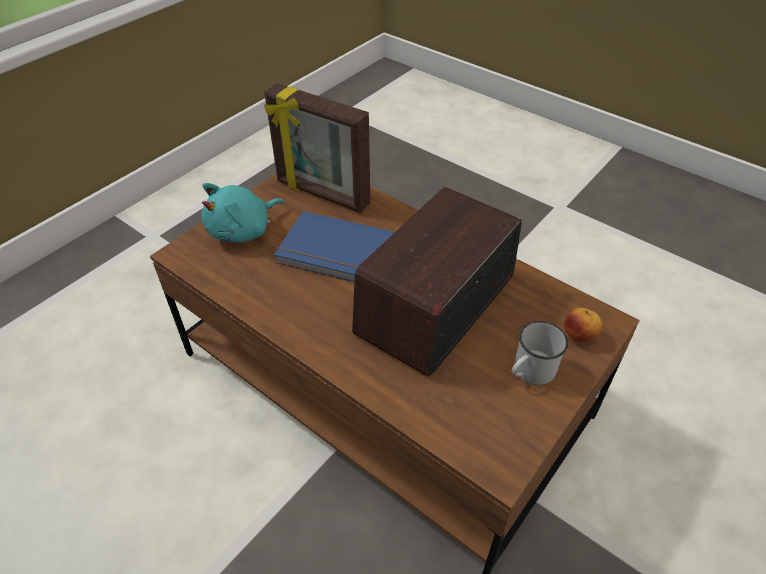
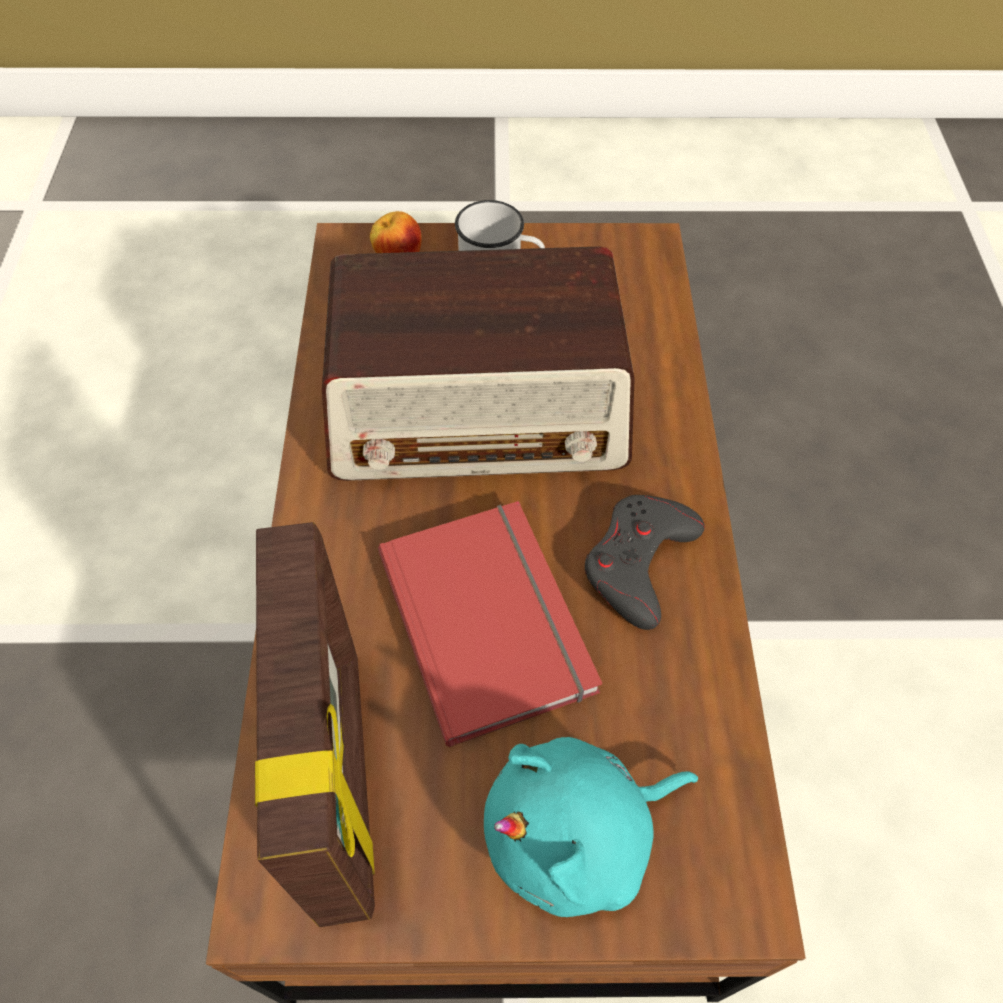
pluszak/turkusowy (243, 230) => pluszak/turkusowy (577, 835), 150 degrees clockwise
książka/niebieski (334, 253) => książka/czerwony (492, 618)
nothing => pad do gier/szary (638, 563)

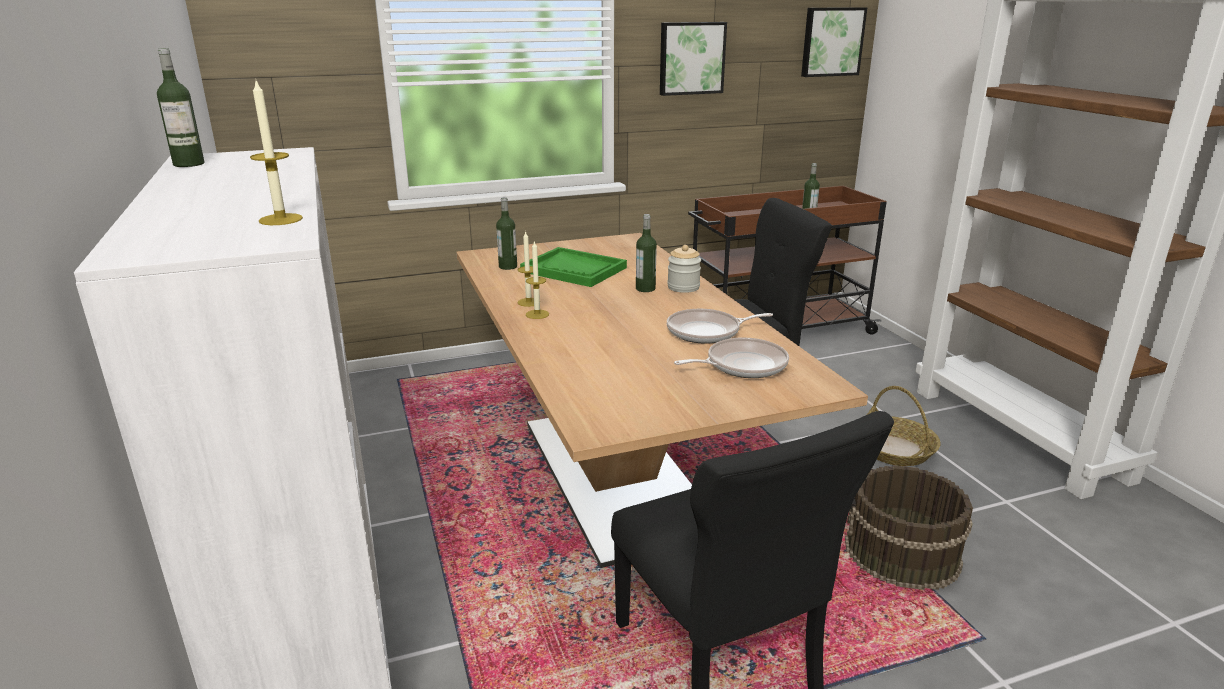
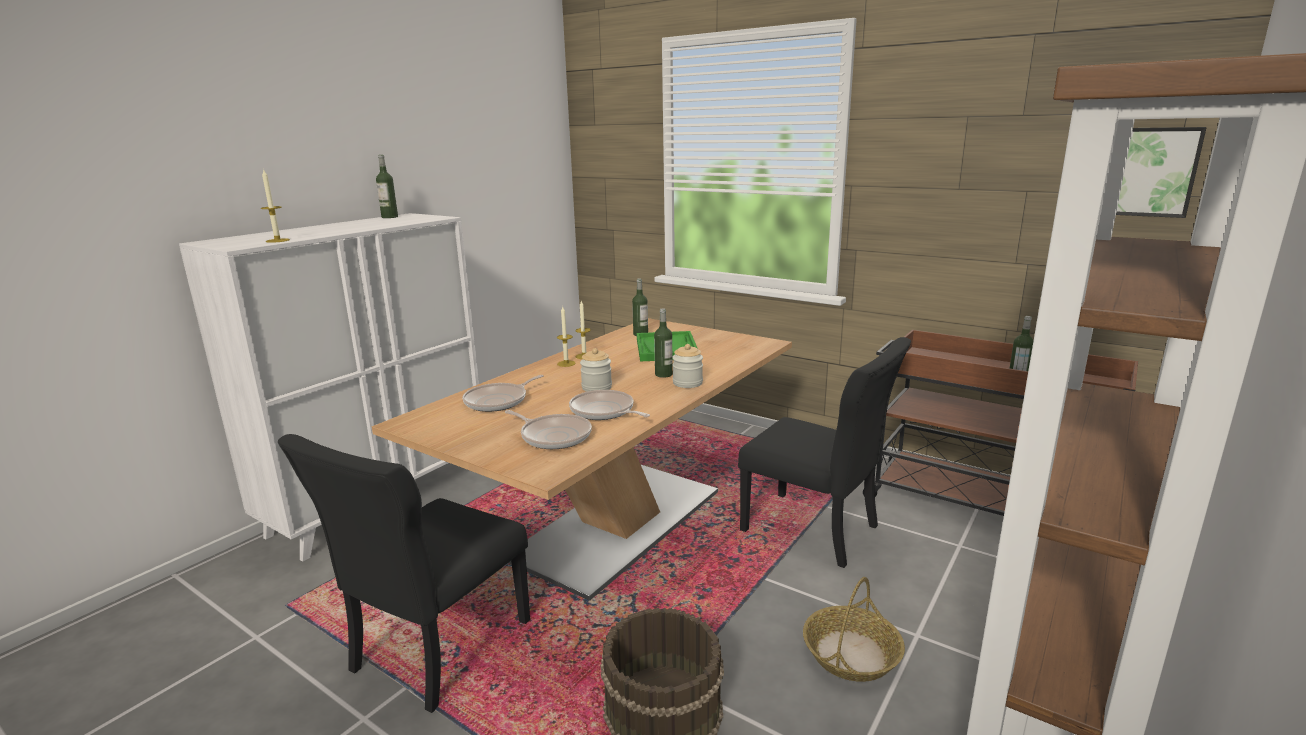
obraz (691, 58) => nothing
nothing => patelnia (499, 401)
nothing => słoik (596, 387)

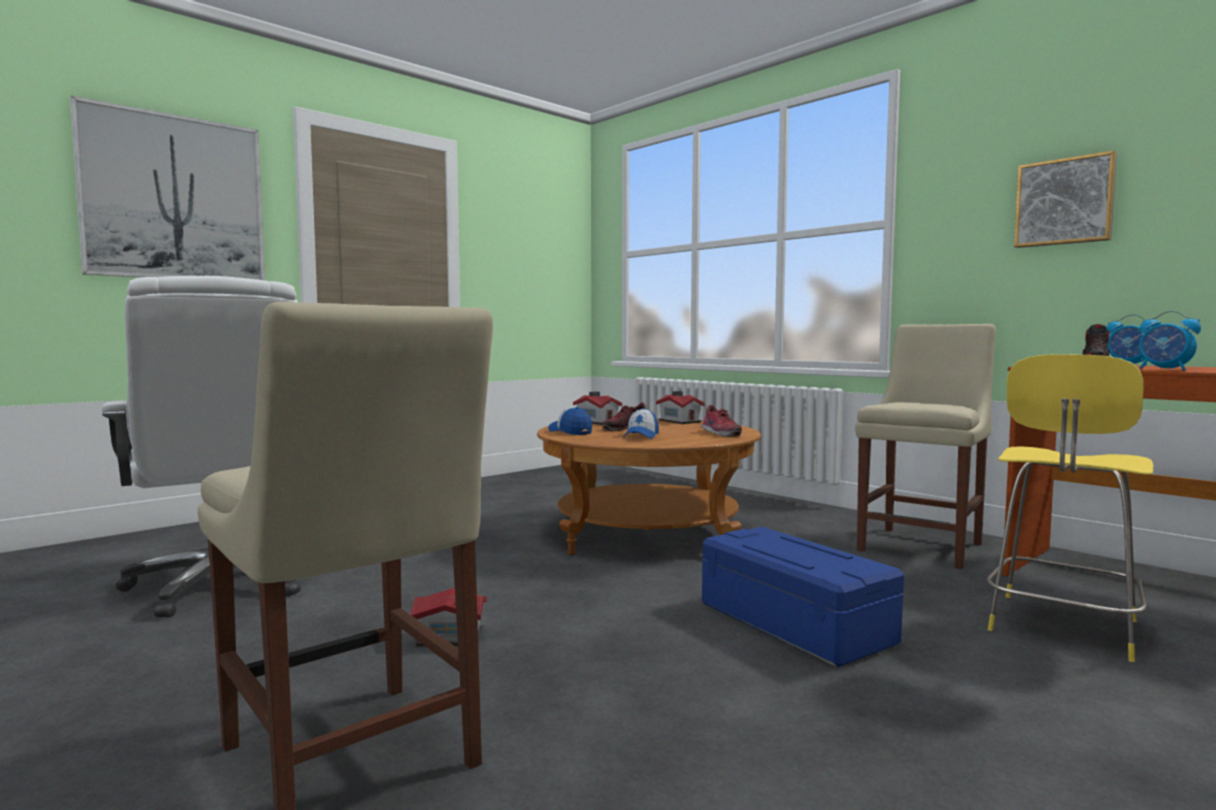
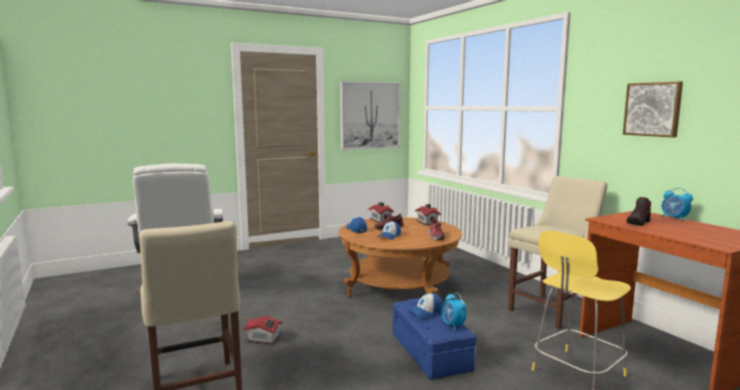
obraz (174, 198) => obraz (370, 115), move
budzik (1165, 369) => budzik (453, 325), move
nothing => czapka z daszkiem (426, 312)

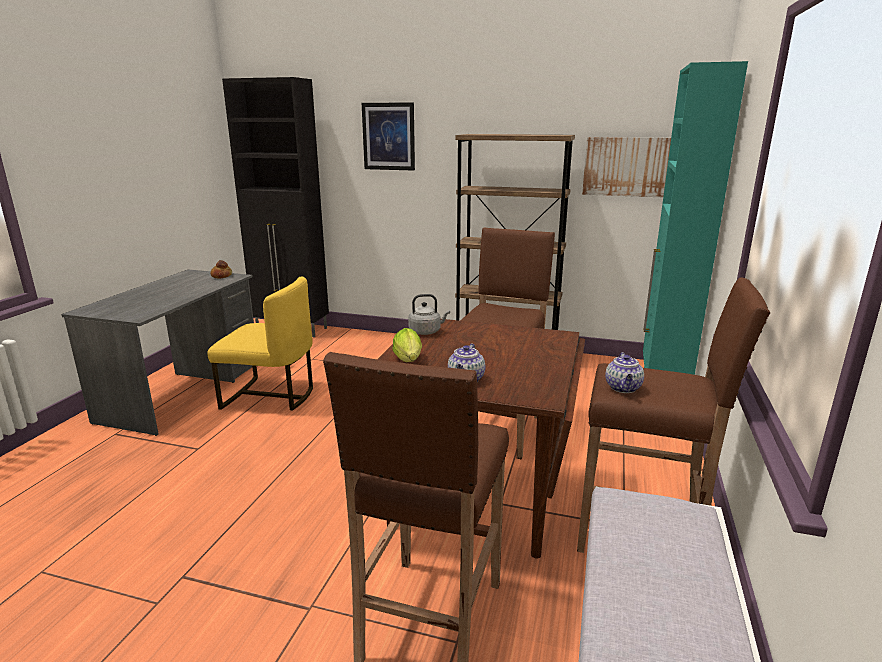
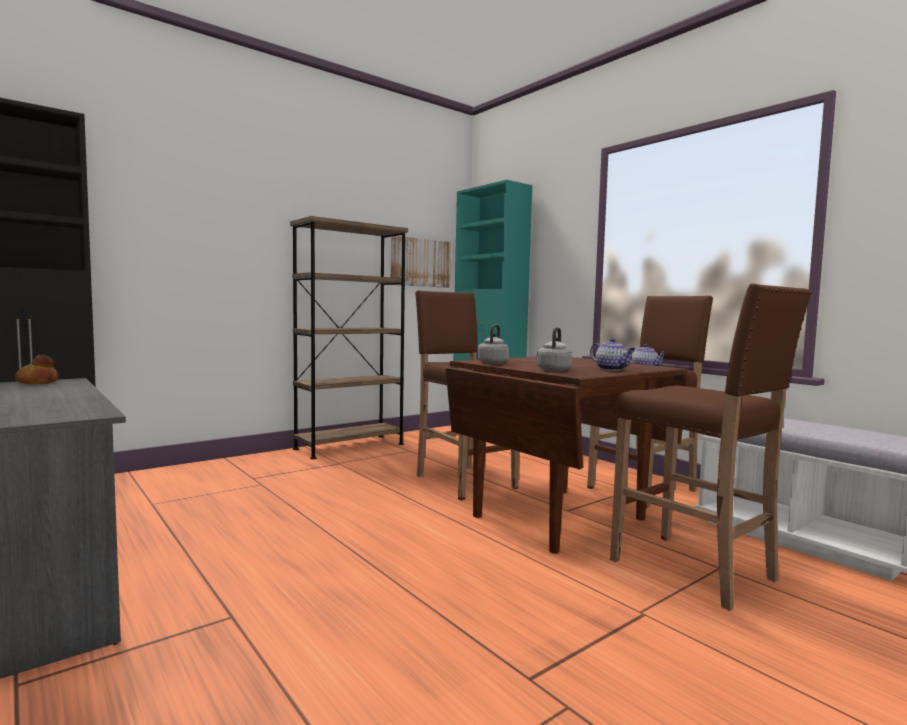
krzesło/żółty (270, 396) => nothing
obraz (388, 136) => nothing
sałata (409, 361) => czajnik/szary (554, 370)

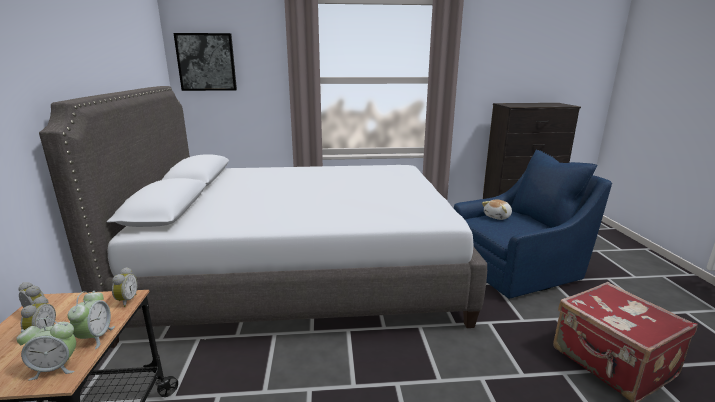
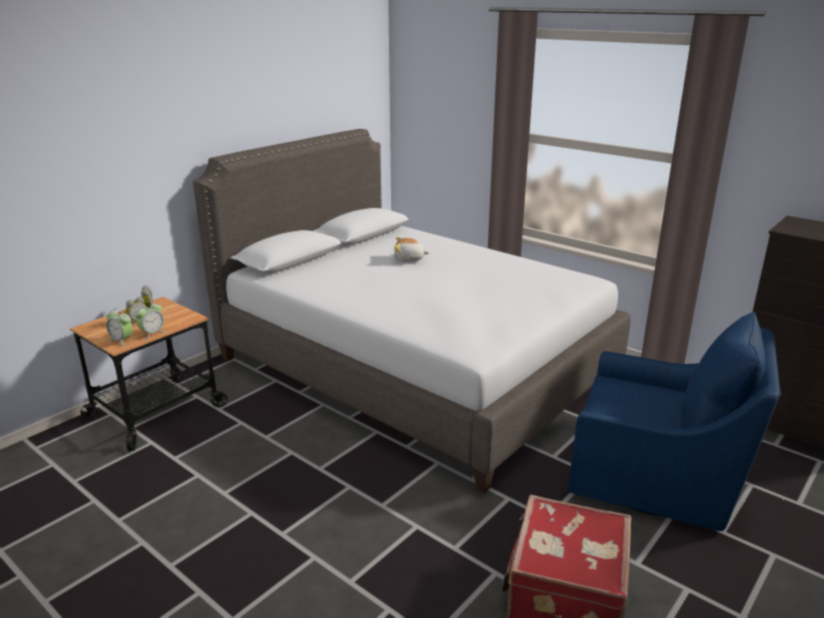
budzik (126, 301) => nothing
obraz (206, 62) => nothing
pluszak (498, 217) => pluszak (409, 259), move

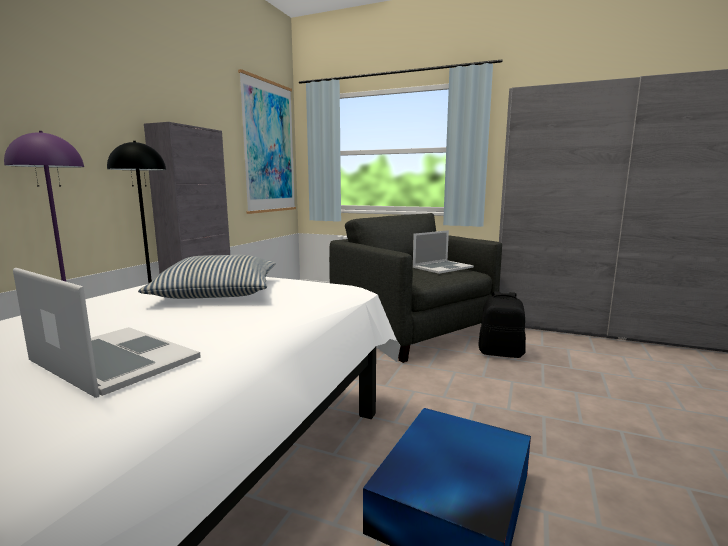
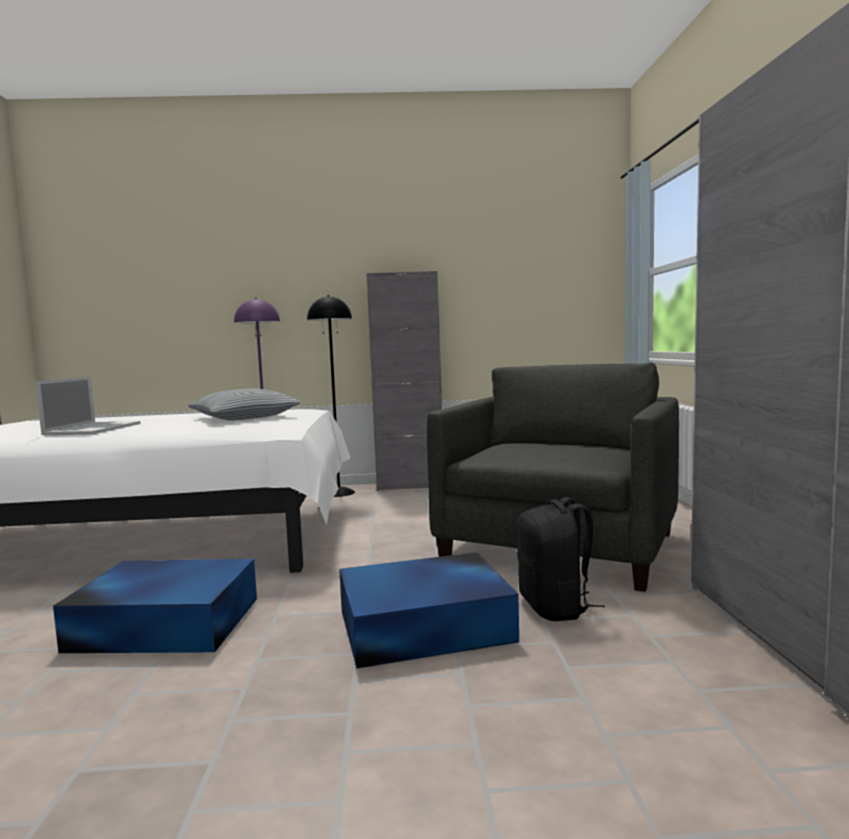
obraz (269, 147) => nothing
laptop (442, 267) => nothing
nothing => pojemnik do przechowywania/niebieski (427, 626)

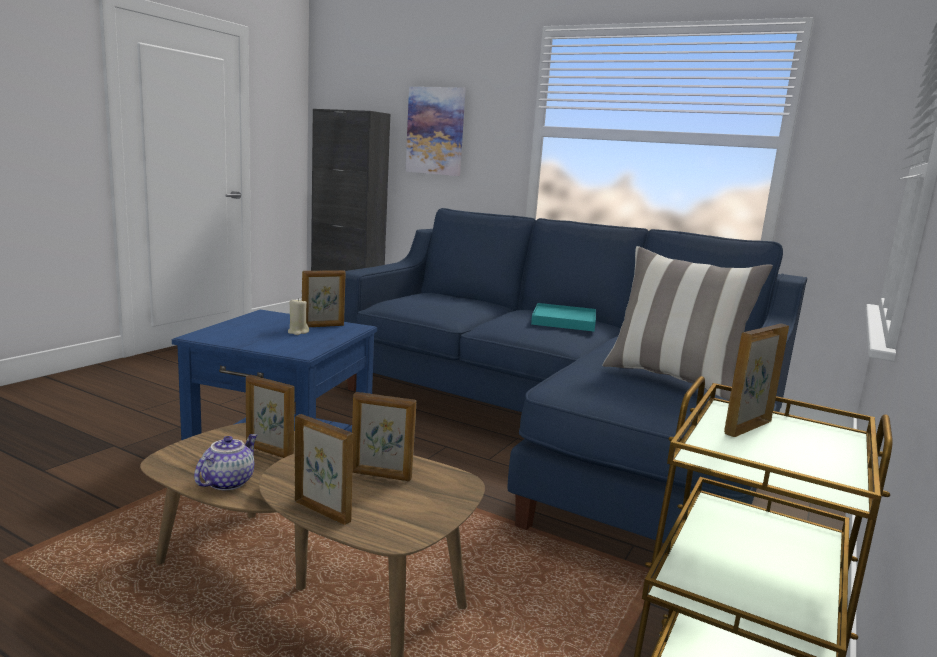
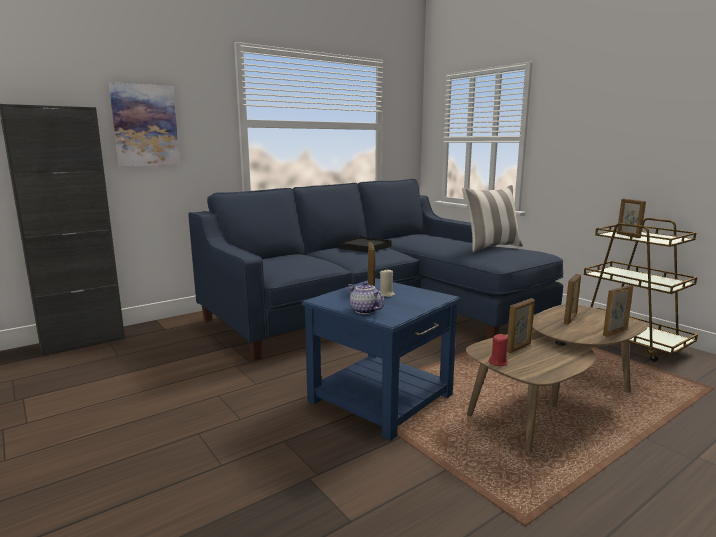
imbryk (227, 482) => imbryk (364, 311), move
taca/turkusowy (564, 321) => taca/czarny (365, 247)
nothing => świeca/czerwony (498, 362)

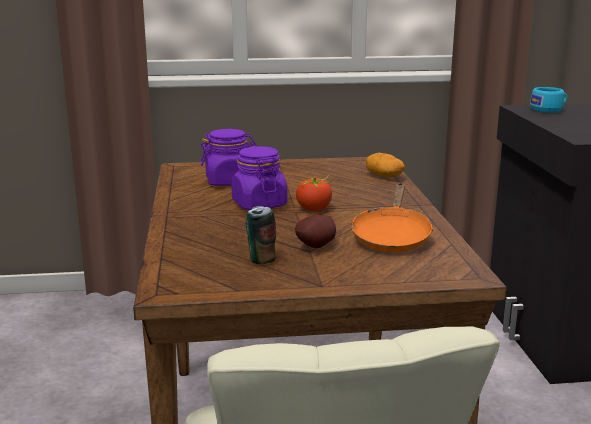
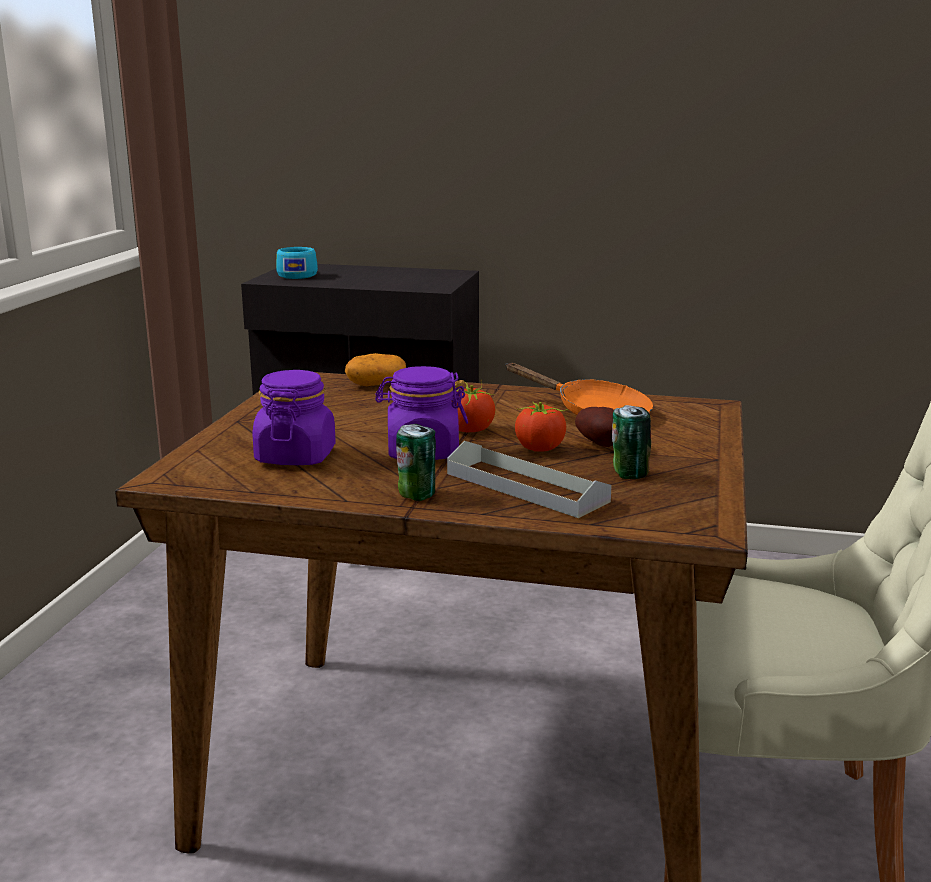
nothing => puszka (416, 495)
nothing => taca/szary (526, 487)
nothing => pomidor (540, 449)

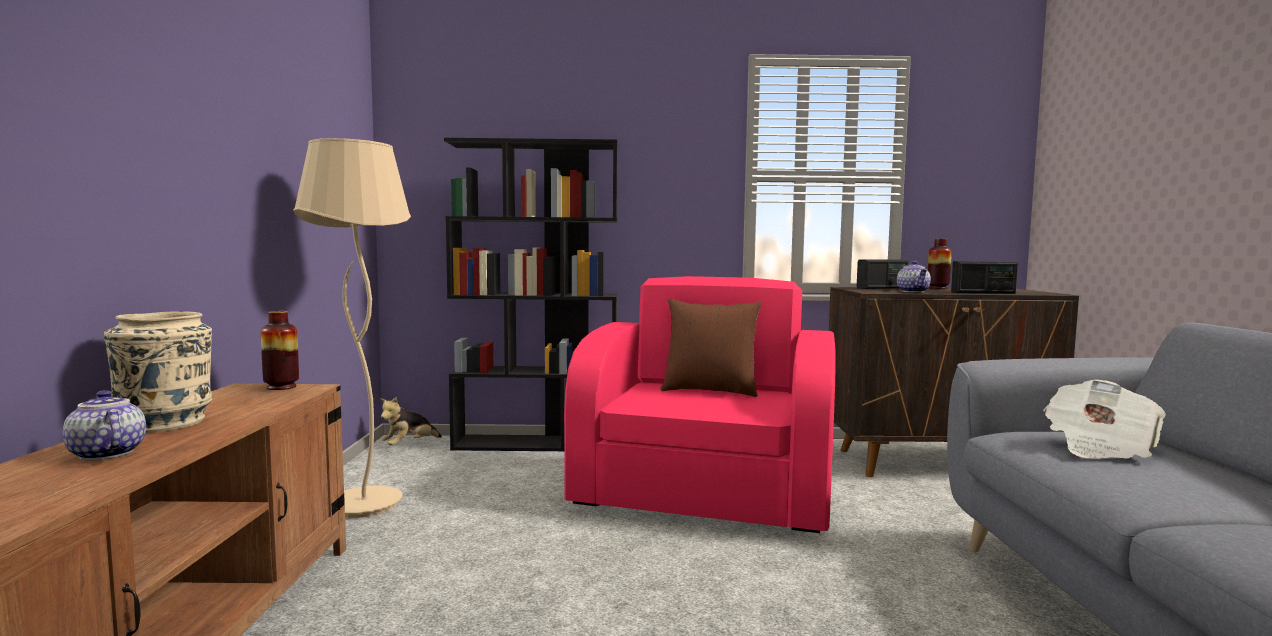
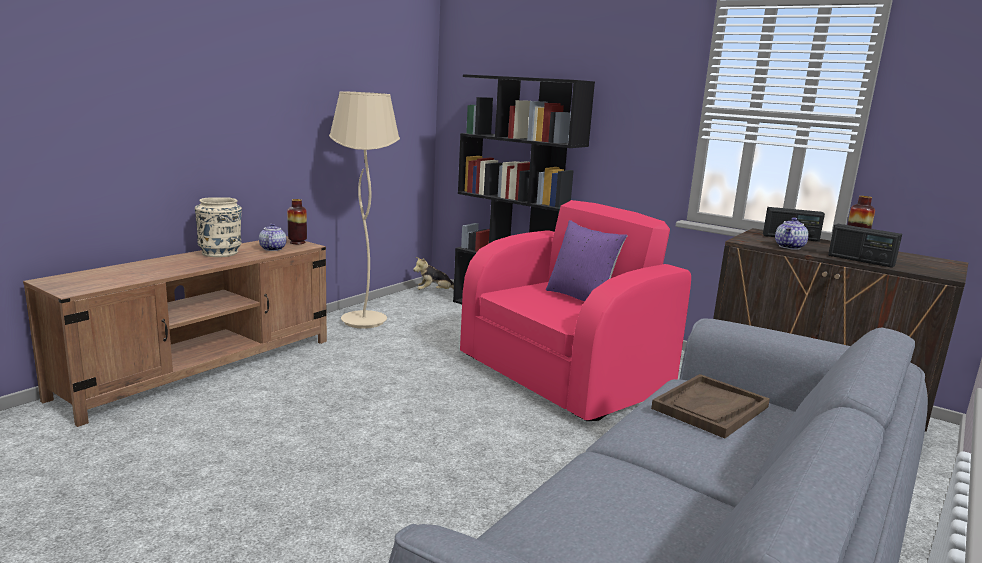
imbryk (105, 454) => imbryk (272, 249), move
poduszka/brązowy (710, 390) => poduszka/fioletowy (581, 298)
gazeta (1099, 447) => taca/brązowy (710, 408)

